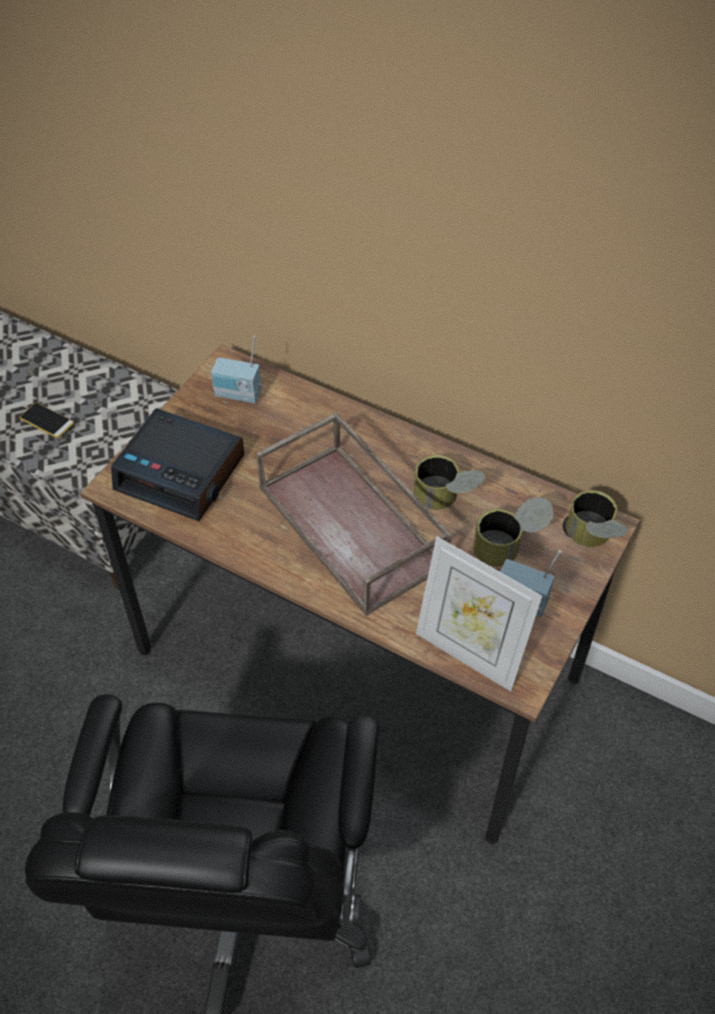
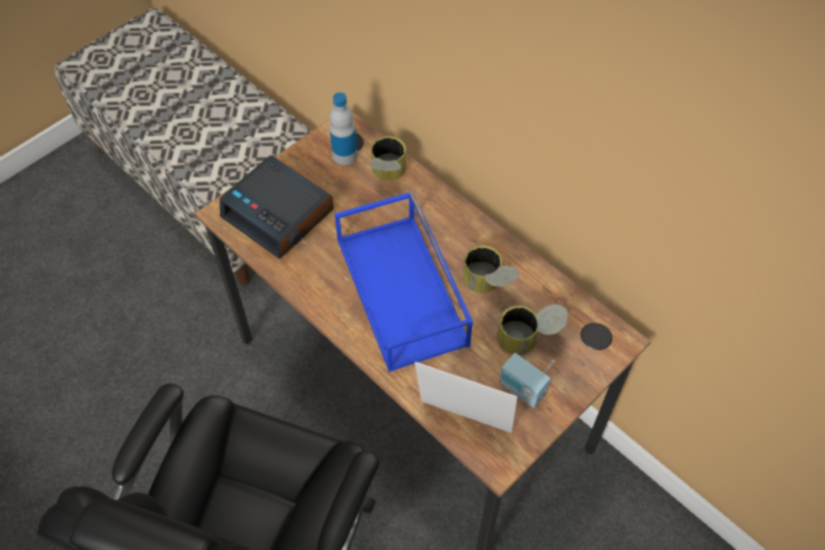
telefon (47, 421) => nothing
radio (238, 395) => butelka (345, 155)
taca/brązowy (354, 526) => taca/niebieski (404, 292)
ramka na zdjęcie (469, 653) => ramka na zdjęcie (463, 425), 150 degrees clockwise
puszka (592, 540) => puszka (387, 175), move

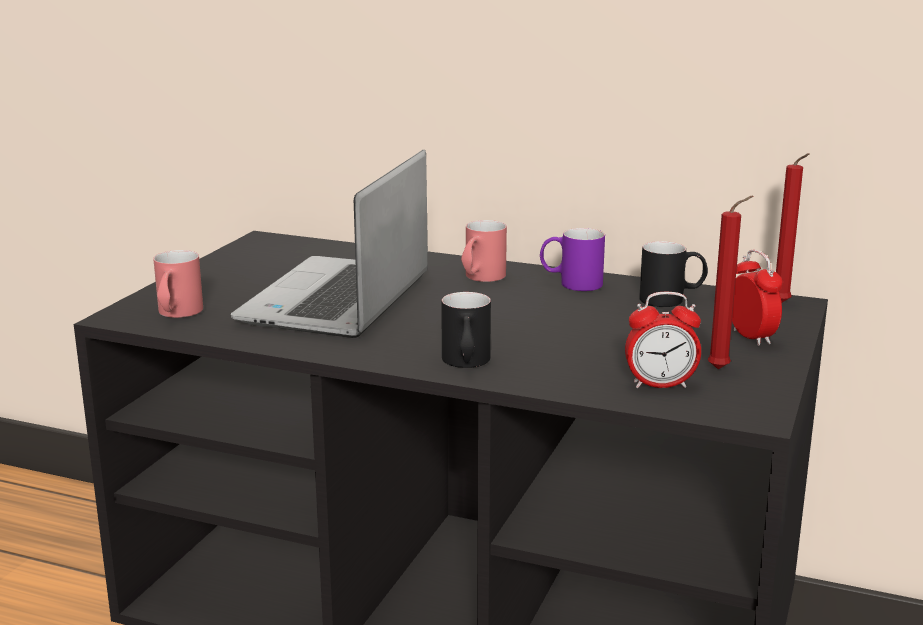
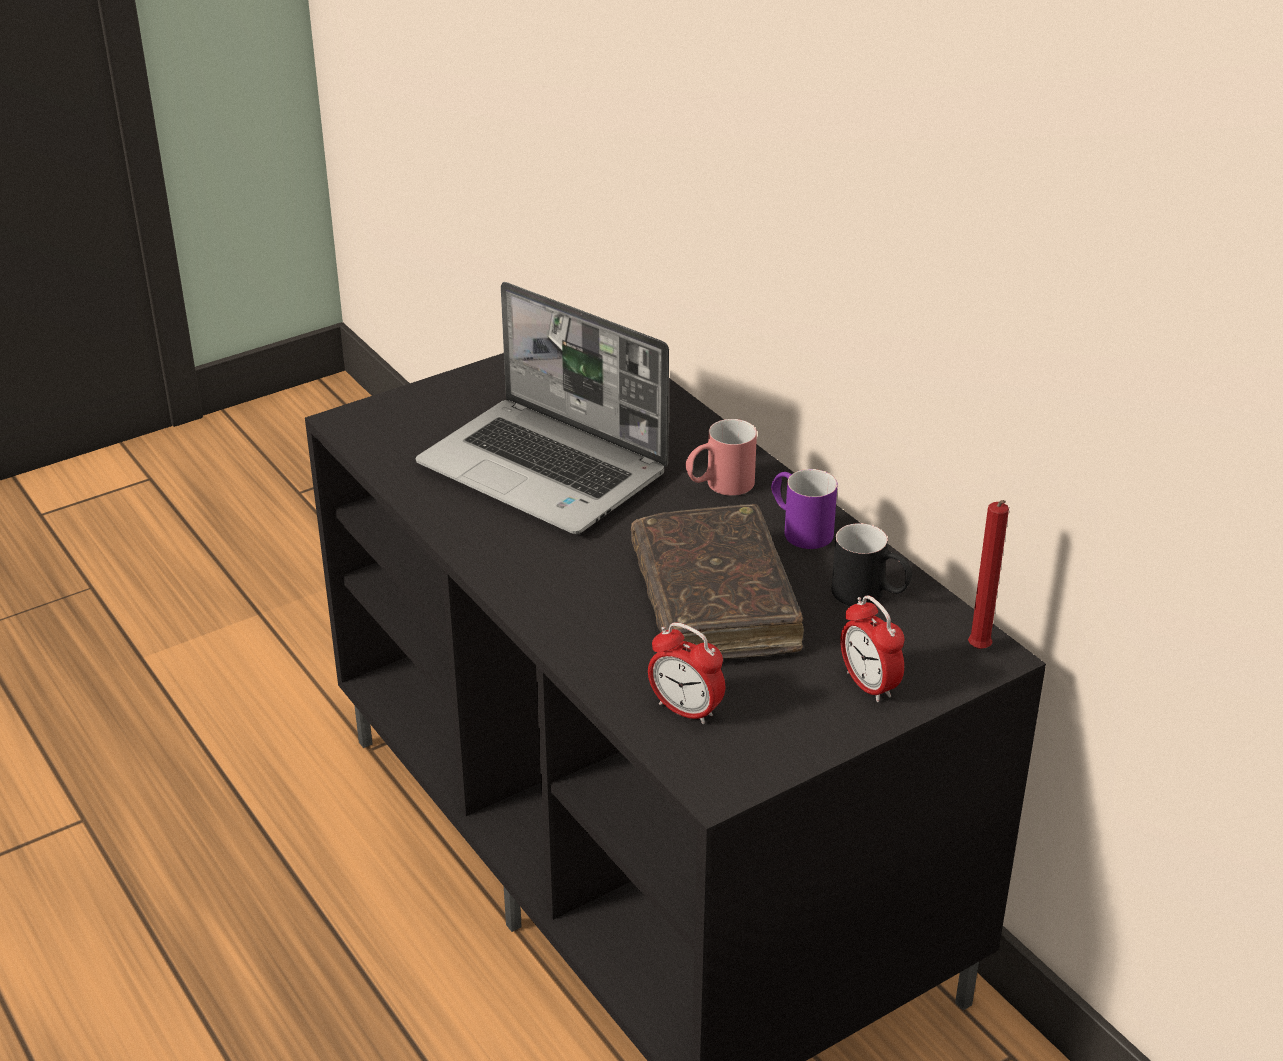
kubek/czerwony (177, 314) => nothing
laptop (337, 301) => laptop (546, 470), 105 degrees counterclockwise
kubek/czarny (466, 364) => nothing
świeca/czerwony (722, 369) => nothing
budzik (751, 337) => budzik (869, 685), 135 degrees clockwise
nothing => książka/brązowy (714, 601)

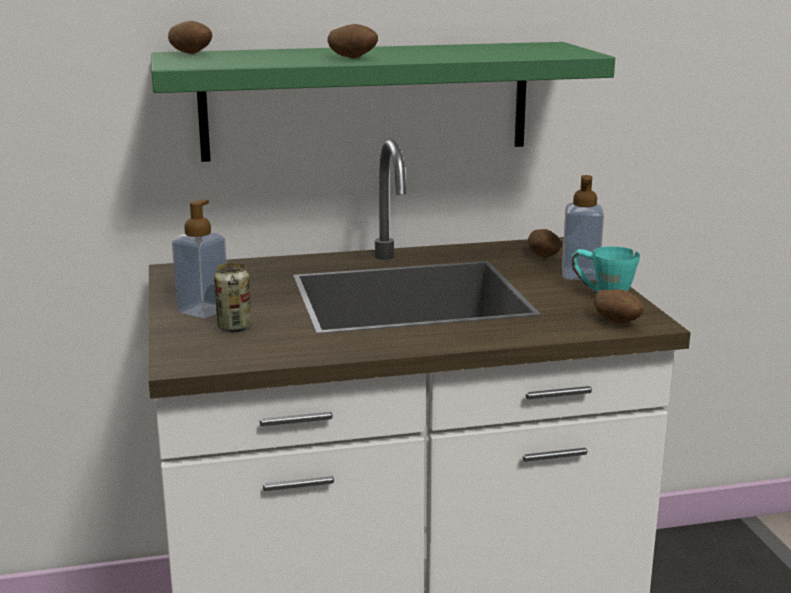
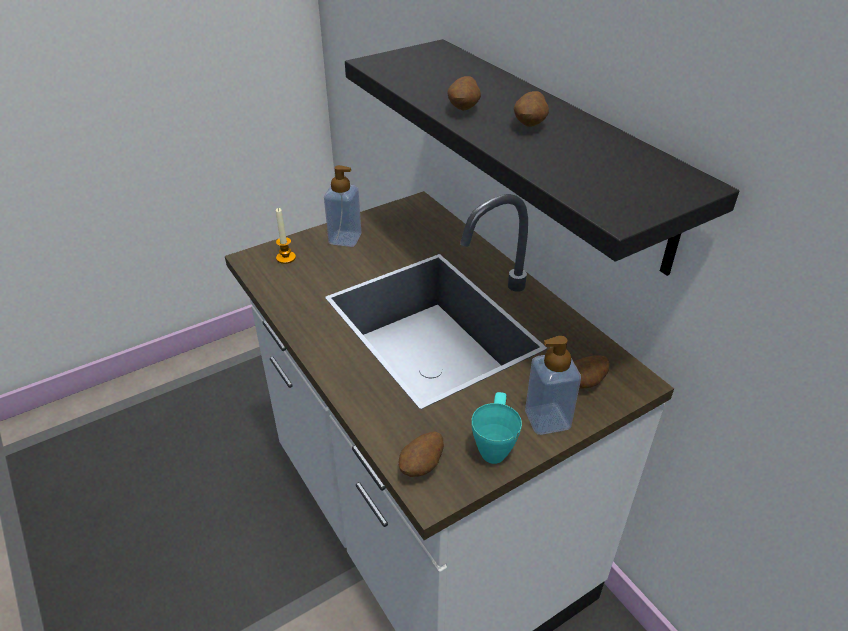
półka/zielony (366, 100) => półka/czarny (555, 149)
ziemniak (191, 54) => ziemniak (530, 125), move
puszka (234, 327) => nothing
nothing => świeca (286, 258)

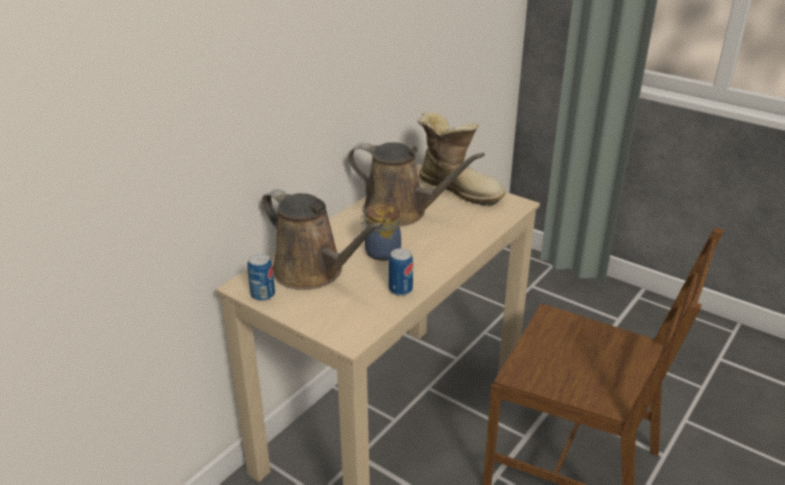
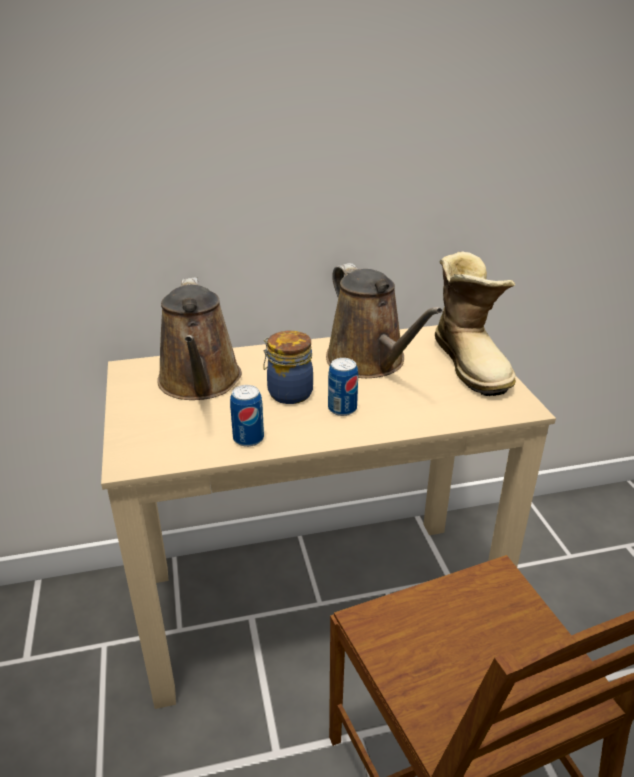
puszka (263, 295) => puszka (342, 409), move

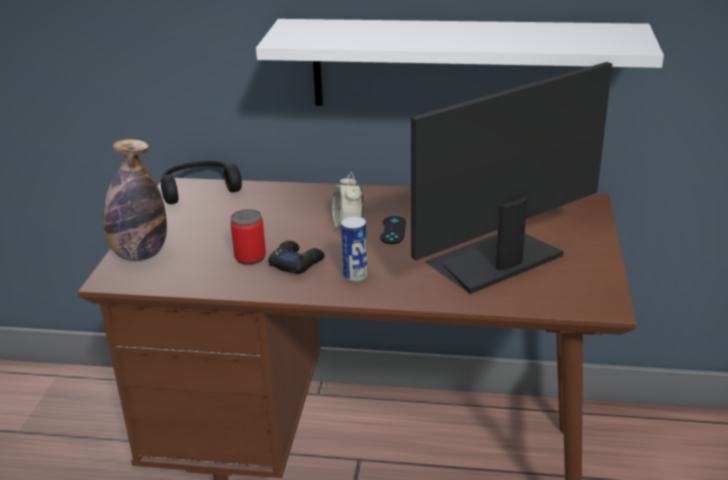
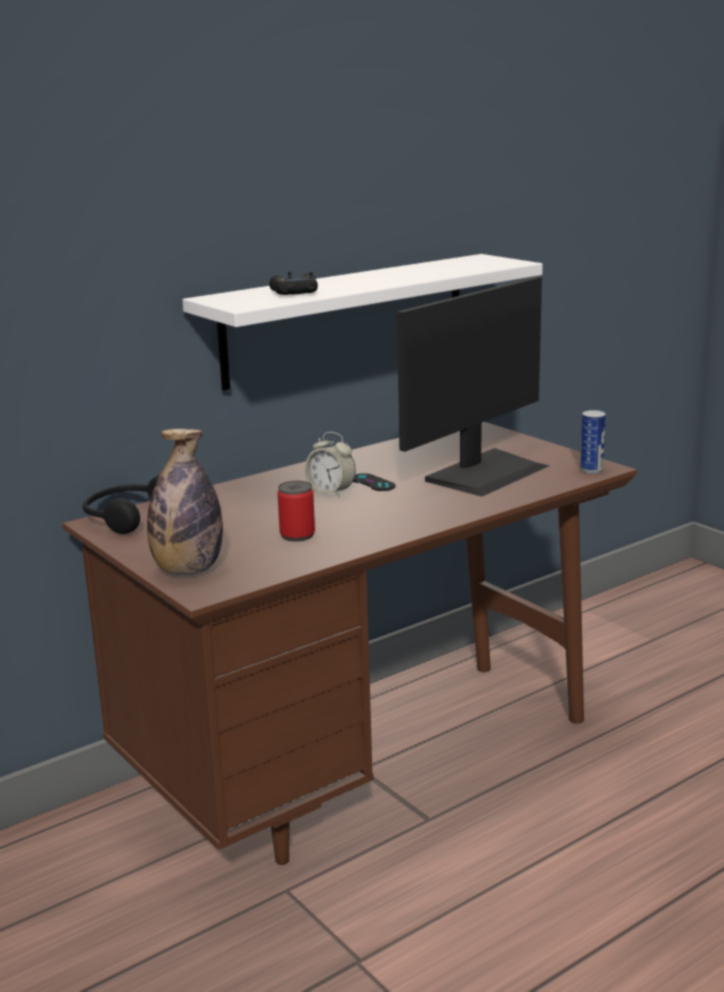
pad do gier/czarny (296, 263) => pad do gier/czarny (293, 292), move
puszka (355, 276) => puszka (591, 470), move
monitor (495, 260) => monitor (485, 472), 150 degrees counterclockwise

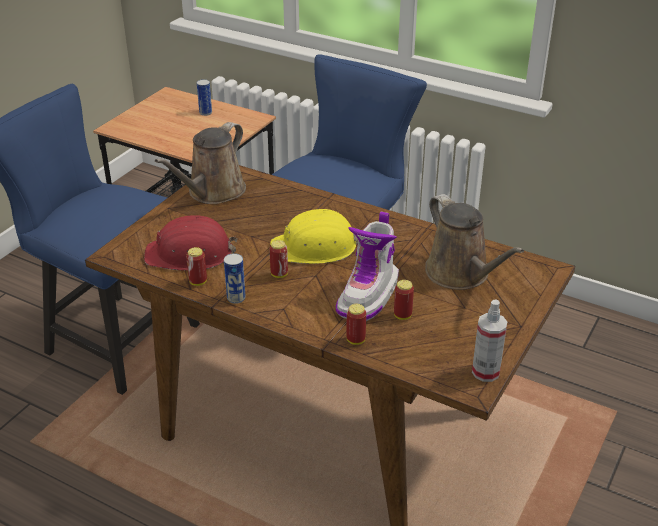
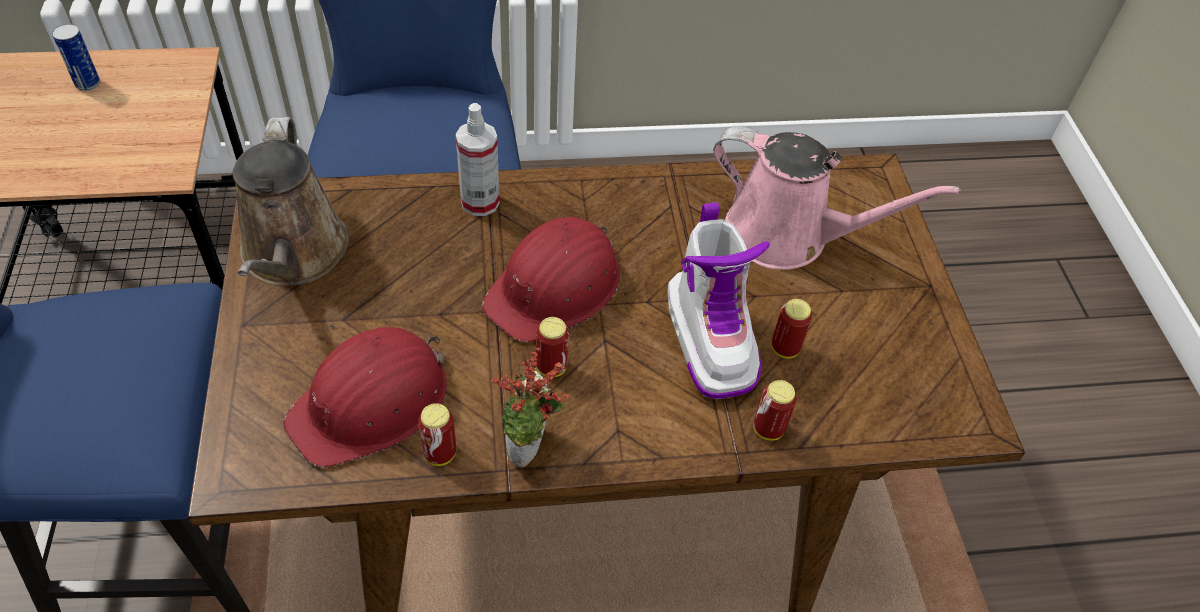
puszka (236, 298) => roślina doniczkowa (530, 451)
kask/żółty (315, 247) => kask/czerwony (556, 287)
konewka/brązowy (461, 274) => konewka/różowy (787, 235)
spryskiwacz (485, 372) => spryskiwacz (480, 202), move

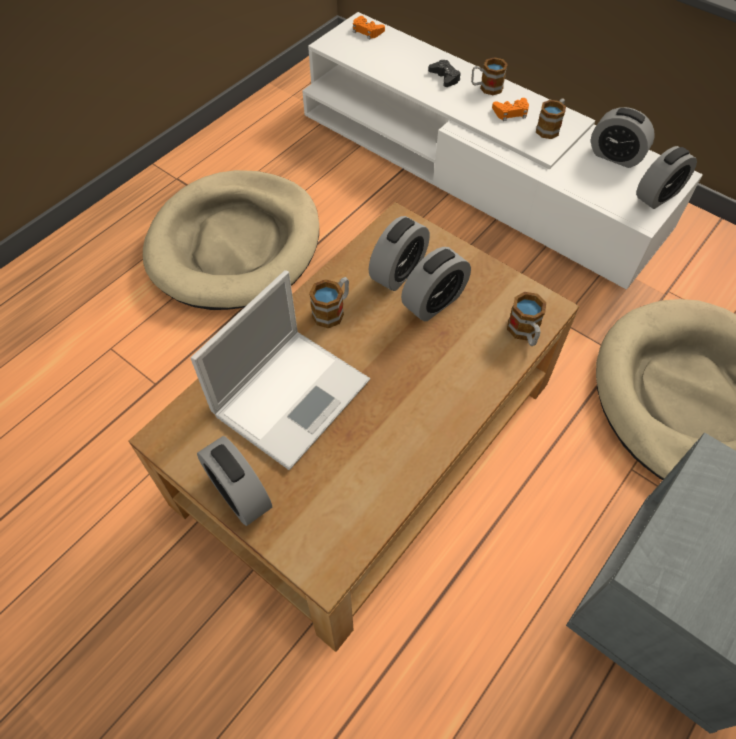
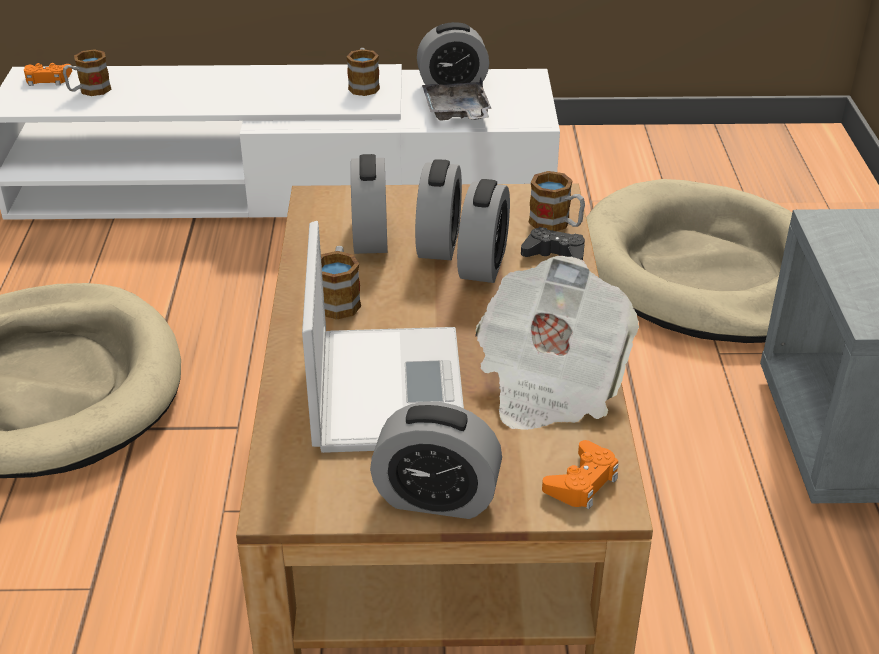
pad do gier/czarny (445, 77) => pad do gier/czarny (555, 254), move
kubek (486, 88) => kubek (89, 91), move
pad do gier/pomarańczowy (511, 112) => pad do gier/pomarańczowy (582, 482), move
budzik (658, 195) => budzik (483, 264), move
nothing => taca/szary (457, 113)
nothing => gazeta (550, 380)

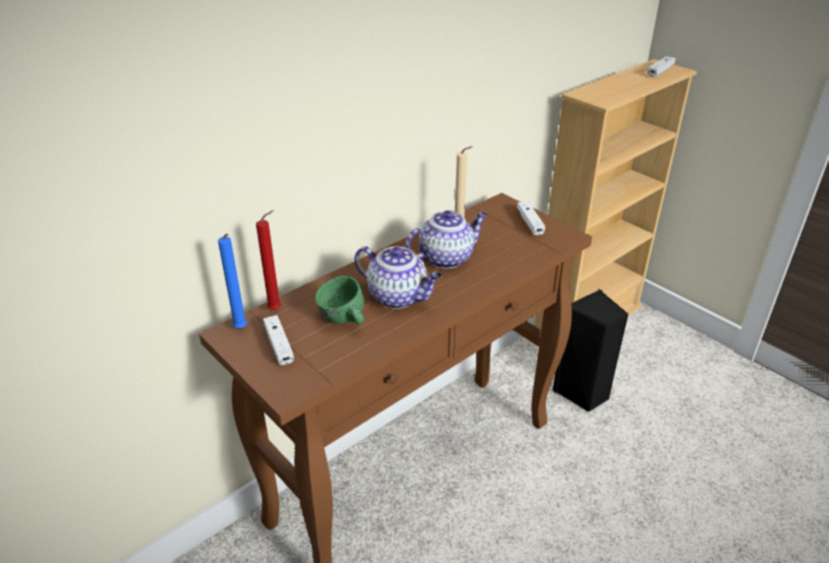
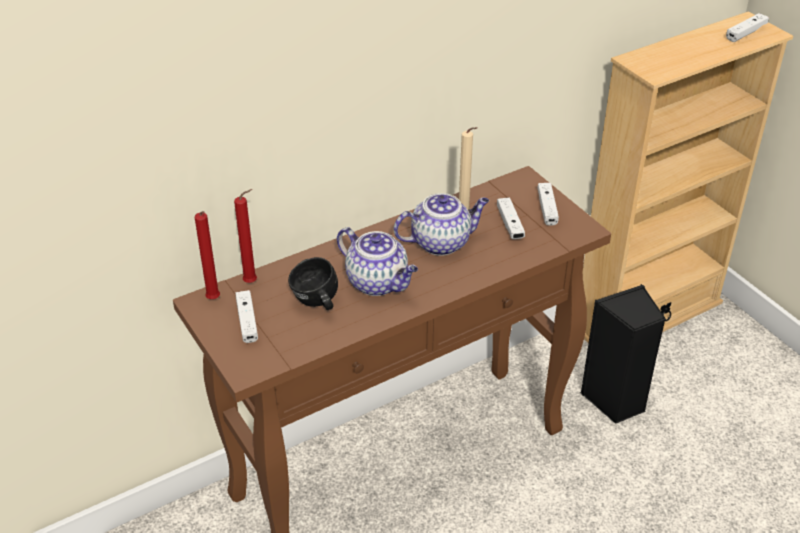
świeca/niebieski (241, 329) => świeca/czerwony (214, 300)
kubek/zielony (343, 321) => kubek/czarny (316, 304)
nothing => pad do gier/biały (510, 224)

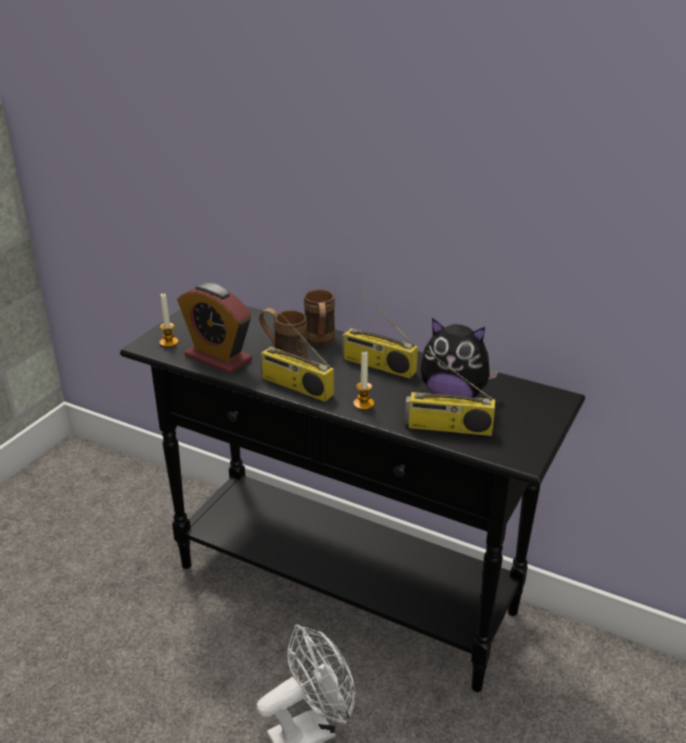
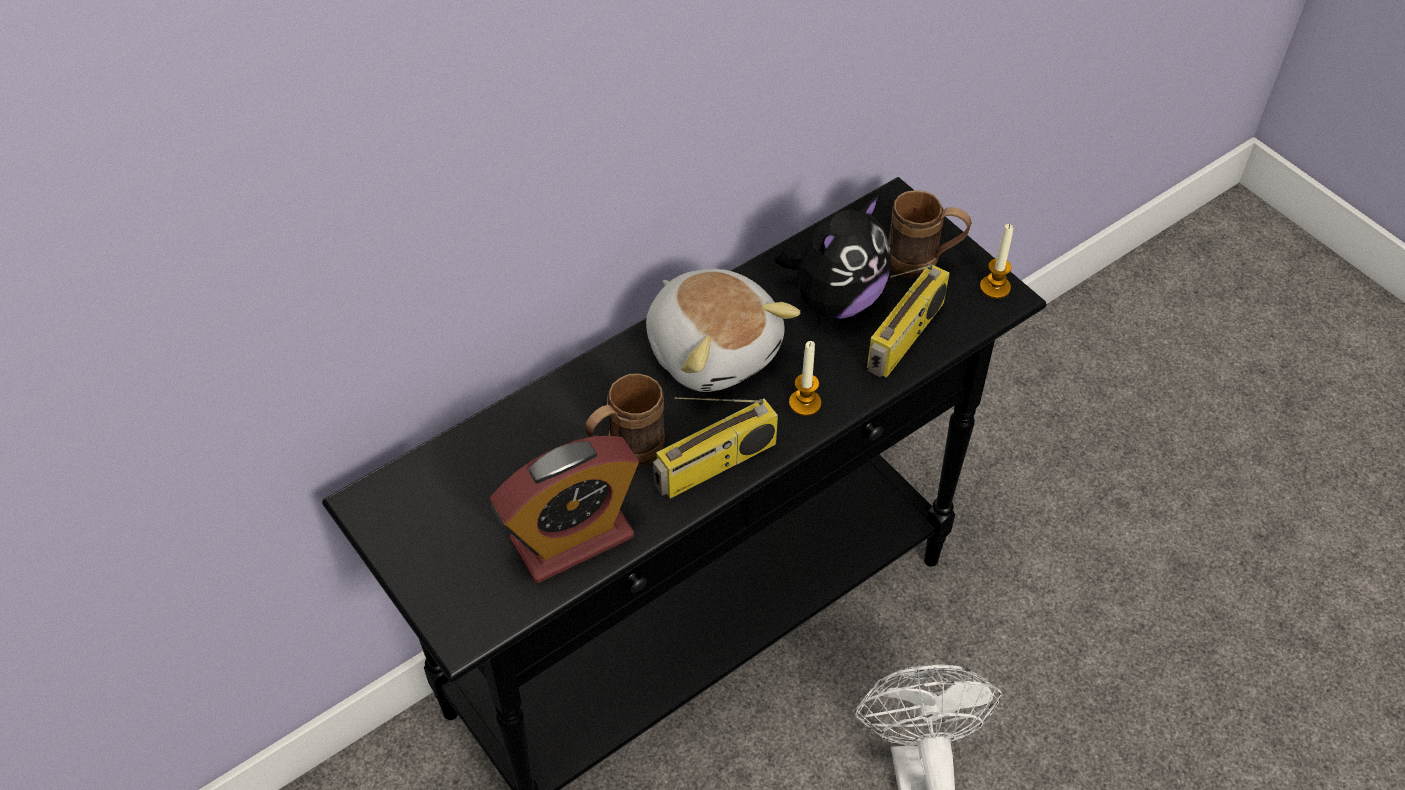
świeca (169, 342) => świeca (995, 287), move
kubek/brązowy (320, 342) => kubek/brązowy (923, 263), move
radio (377, 365) => pluszak (713, 349)

